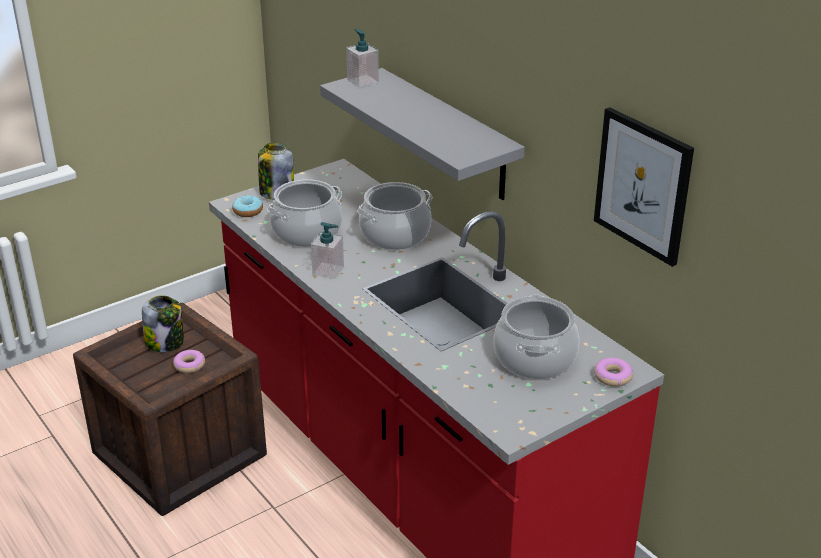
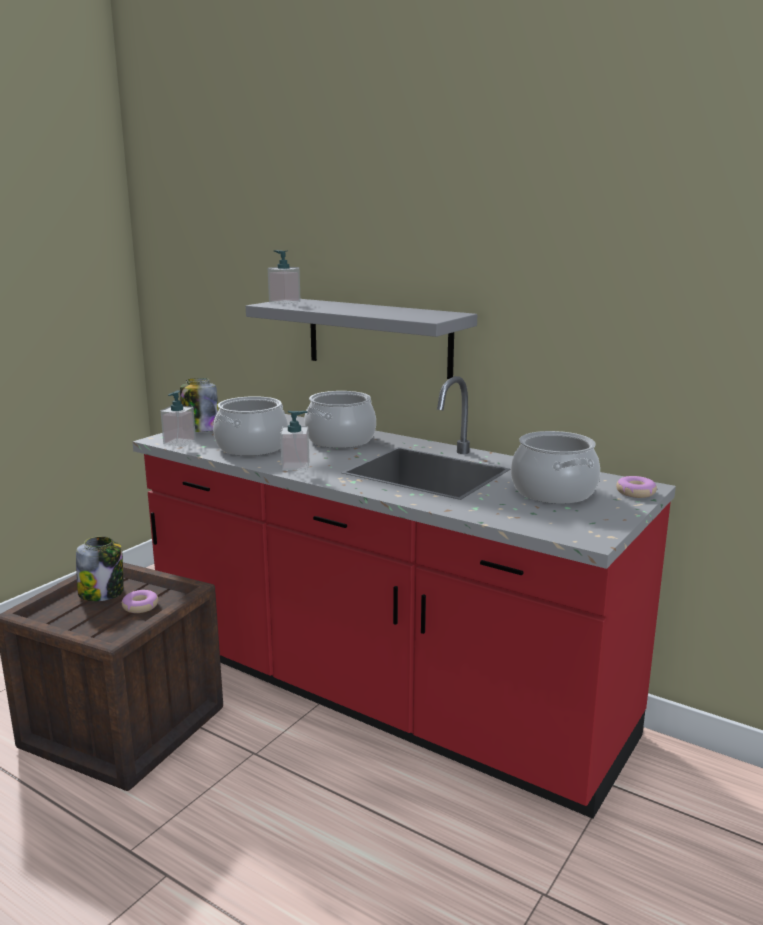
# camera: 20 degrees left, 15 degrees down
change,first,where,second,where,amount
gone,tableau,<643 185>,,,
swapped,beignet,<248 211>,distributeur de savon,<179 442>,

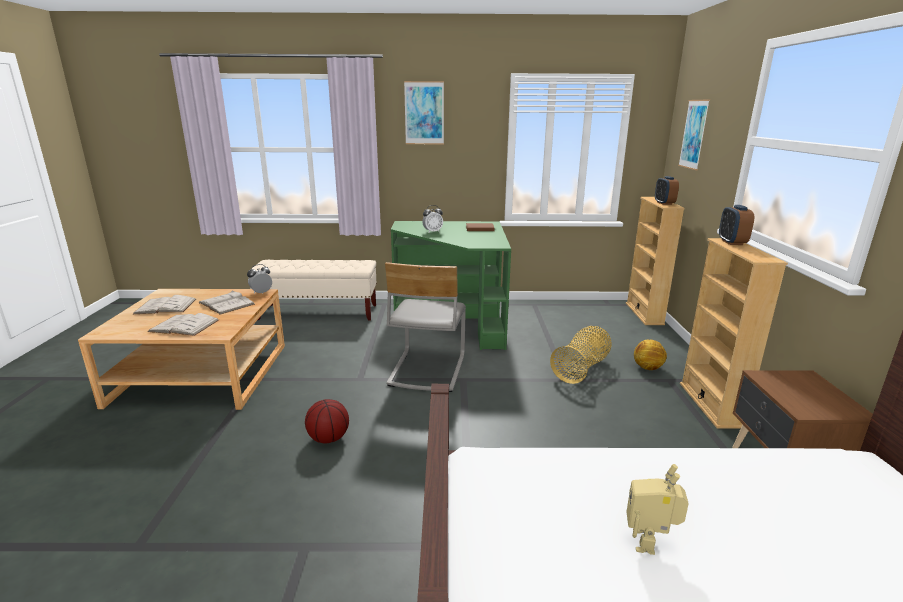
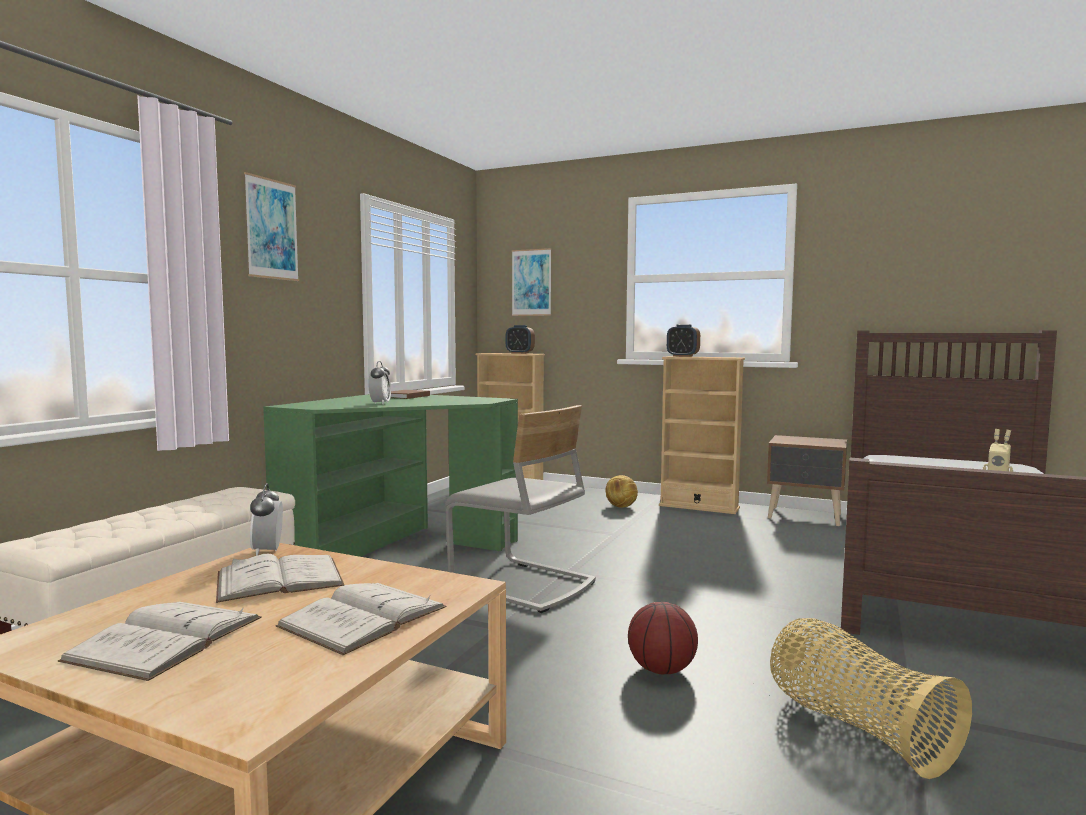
# camera: 65 degrees left, 15 degrees down
change,first,where,second,where,amount
shifted,panier,<581 368>,,<856 728>,

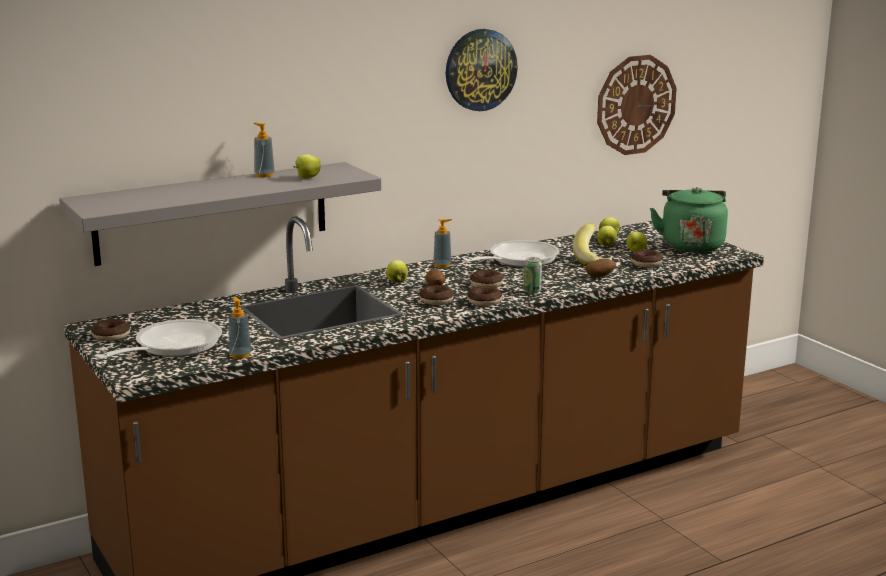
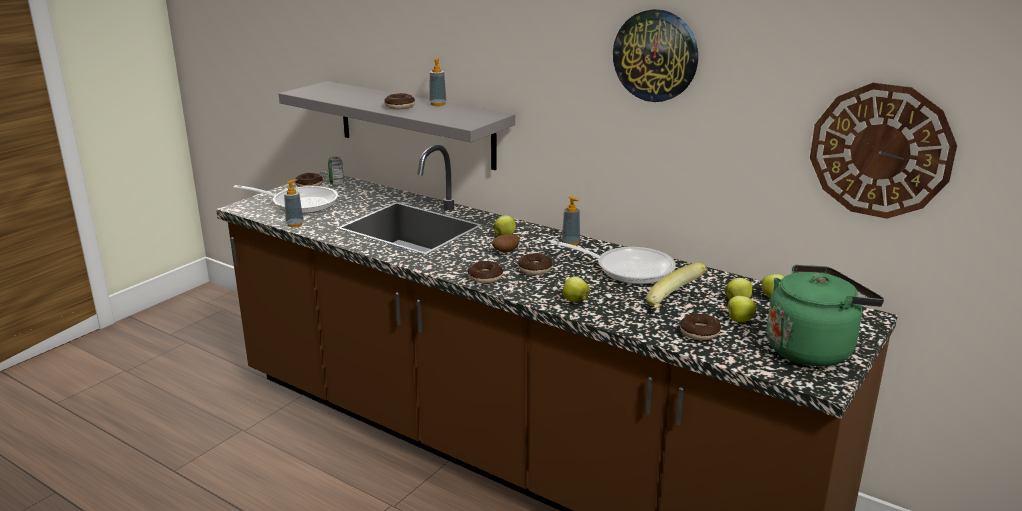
# camera: 65 degrees right, 5 degrees up
change,first,where,second,where,amount
gone,pomme de terre,<600 276>,,,
shifted,pomme,<307 178>,,<574 300>,
shifted,beignet,<436 301>,,<400 107>,
shifted,boîte métallique,<532 291>,,<337 184>,

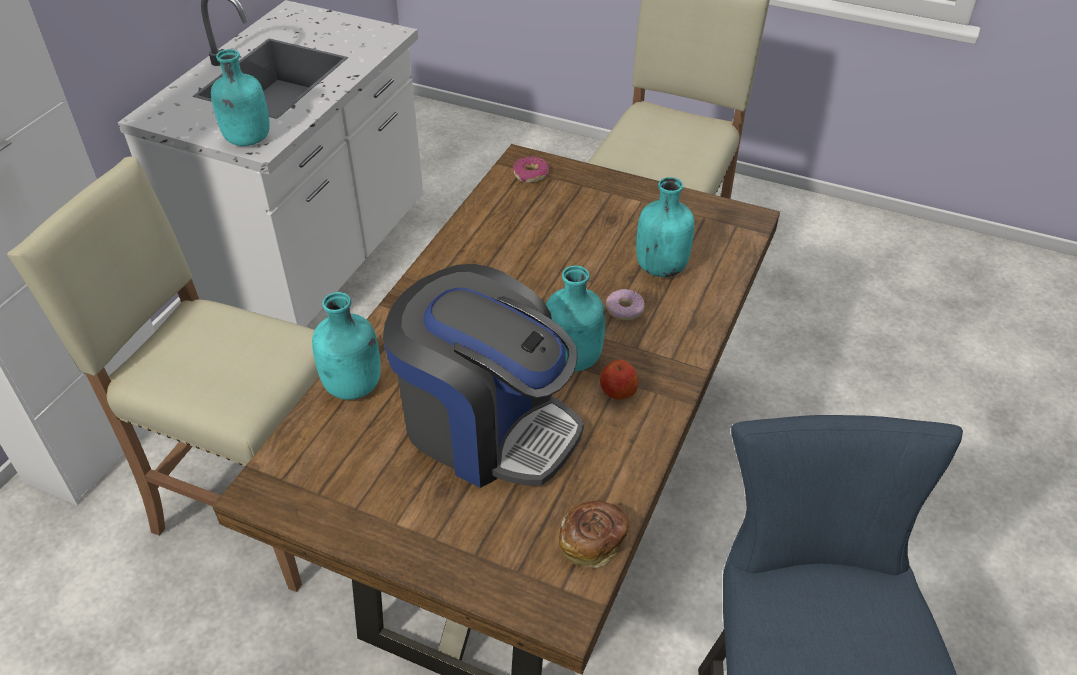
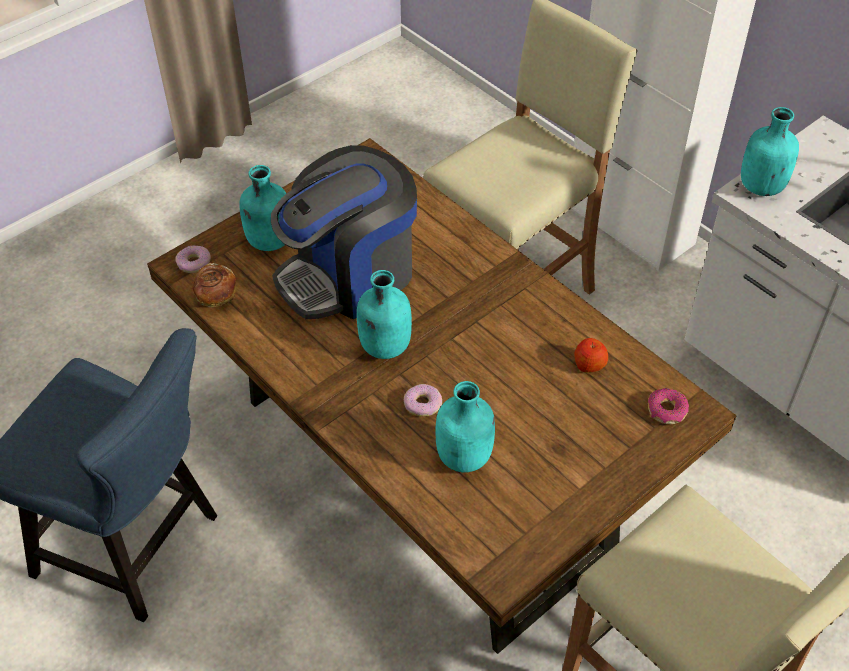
# camera: 115 degrees right, 5 degrees up
change,first,where,second,where,amount
new,,,beignet,<194 263>,
shifted,bouteille (turquoise),<354 387>,,<269 241>,
shifted,pomme,<617 391>,,<589 364>,

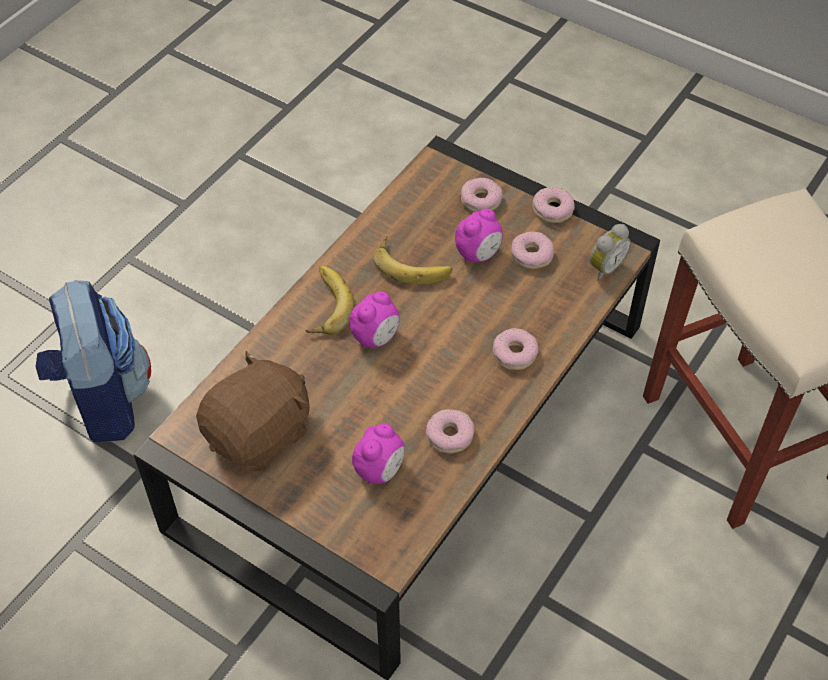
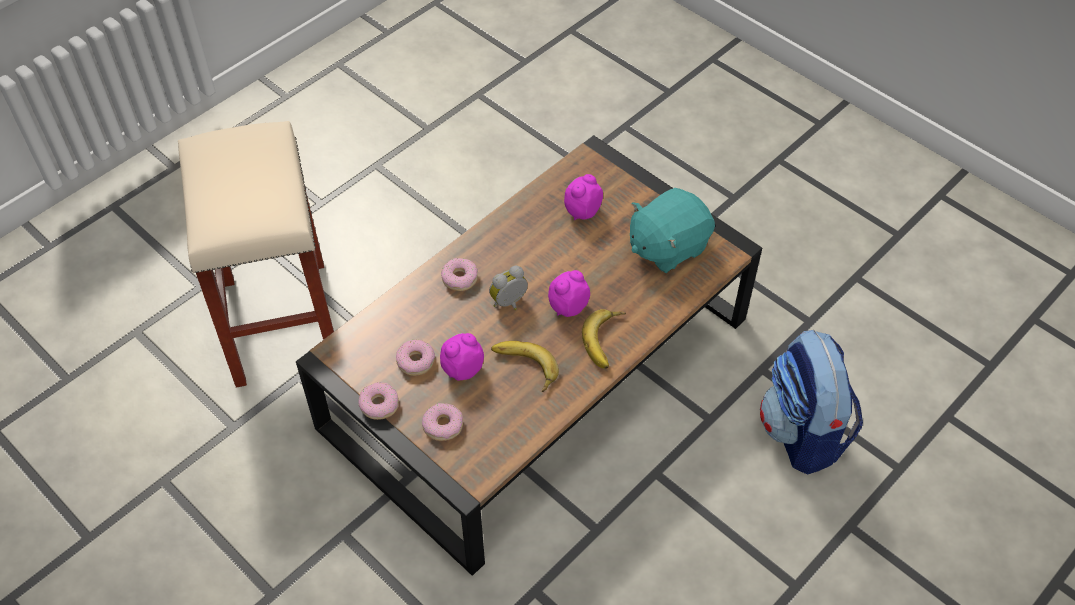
# camera: 170 degrees left, 0 degrees up
change,first,where,second,where,amount
gone,beignet,<449 435>,,,
shifted,réveil,<604 268>,,<510 303>,
repainted,peluche (marron),<260 434>,peluche (turquoise),<667 246>,

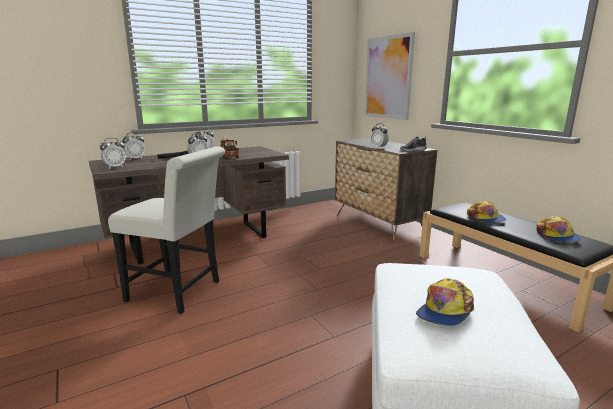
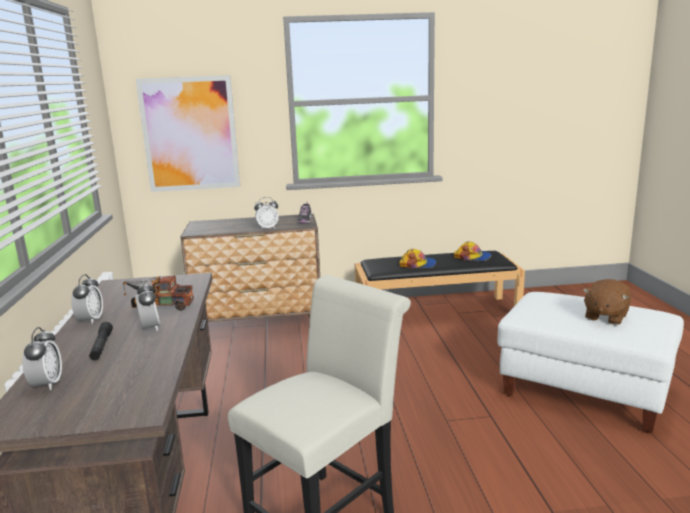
# camera: 65 degrees left, 0 degrees up
change,first,where,second,where,amount
gone,réveil,<115 167>,,,
swapped,casquette,<445 311>,peluche (marron),<605 316>,

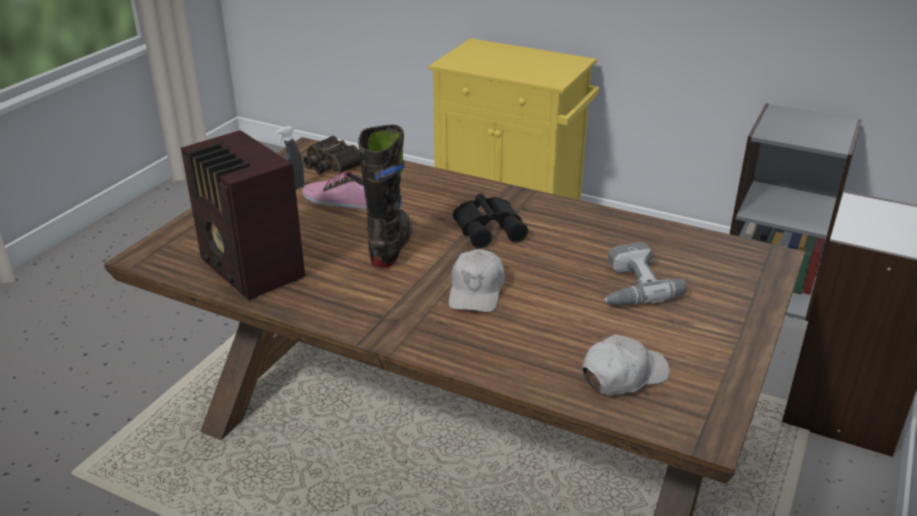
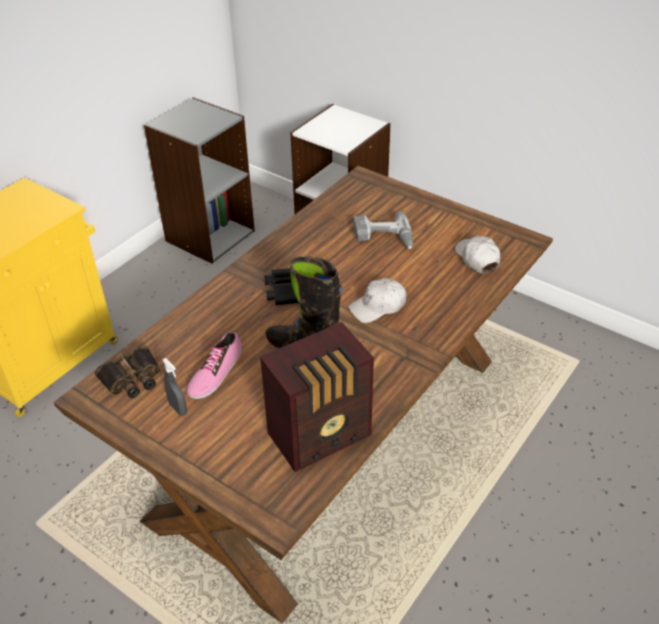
# camera: 80 degrees left, 10 degrees up
change,first,where,second,where,amount
rotated,casquette (blanc),<476 291>,,<378 307>,135 degrees clockwise

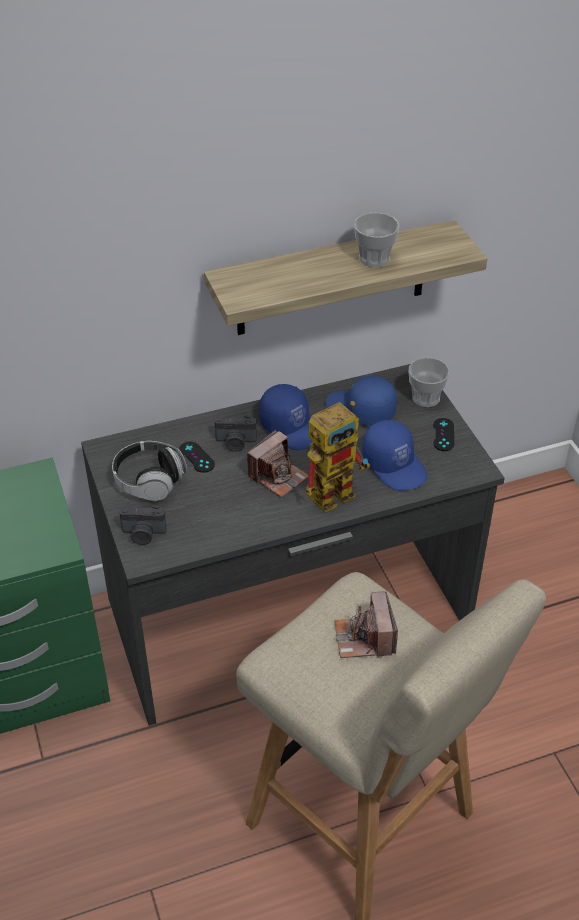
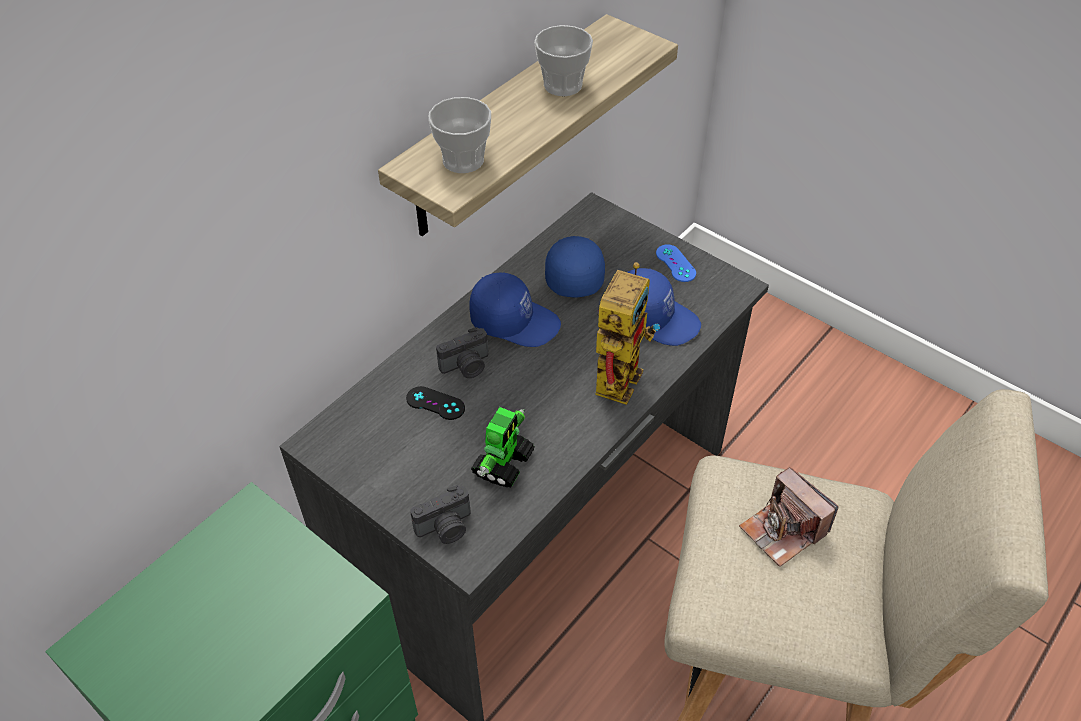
# camera: 30 degrees left, 5 degrees up
change,first,where,second,where,amount
gone,casque audio,<149 481>,,,
gone,appareil photo,<278 476>,,,
new,,,robot jouet,<503 463>,
shifted,tasse,<426 398>,,<463 160>,
repainted,manette (noir),<443 435>,manette (bleu),<675 263>,
rotated,casquette (bleu),<360 410>,,<572 272>,90 degrees clockwise

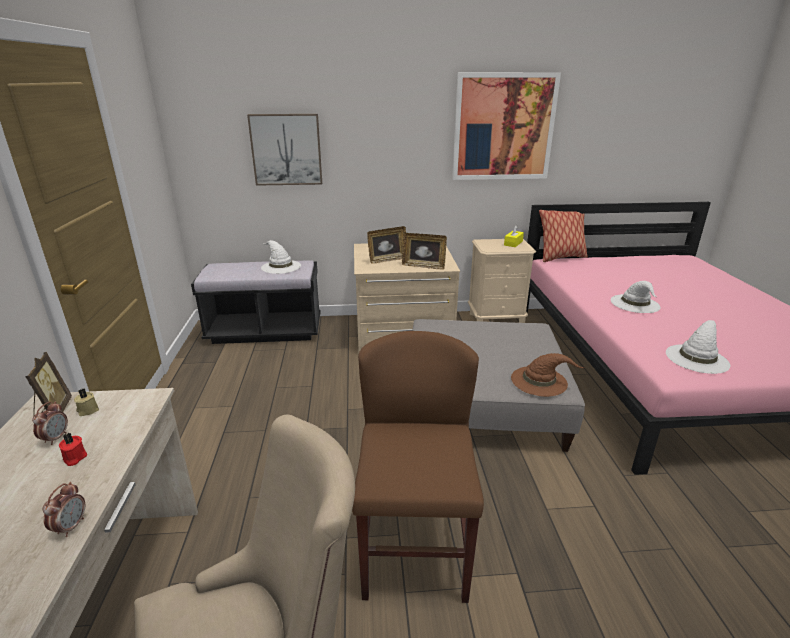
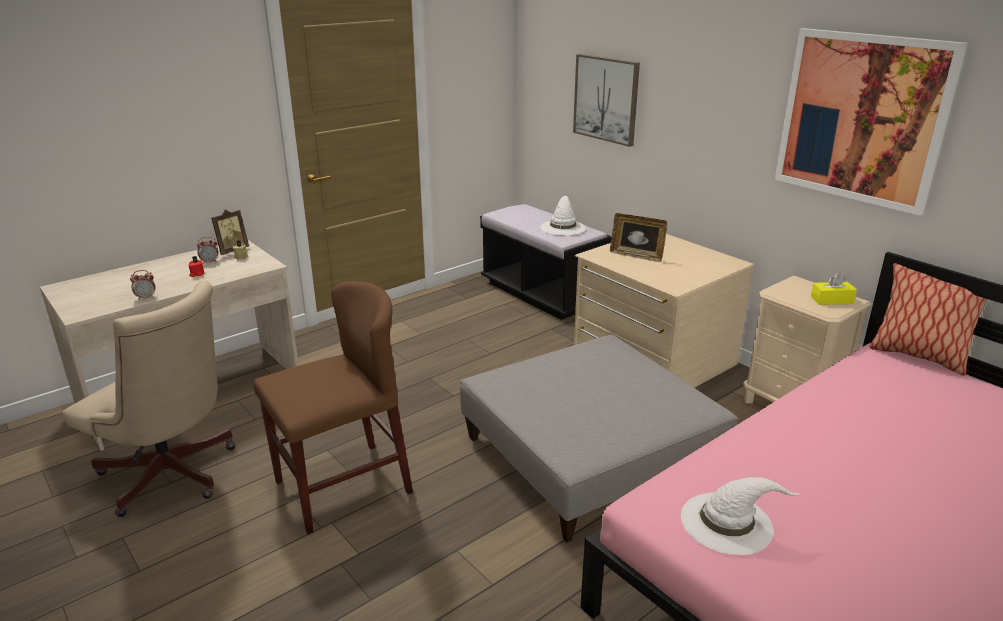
# camera: 55 degrees right, 0 degrees up
change,first,where,second,where,amount
gone,cadre photo,<423 266>,,,
gone,chapeau (marron),<540 381>,,,
gone,chapeau (blanc),<635 304>,,,

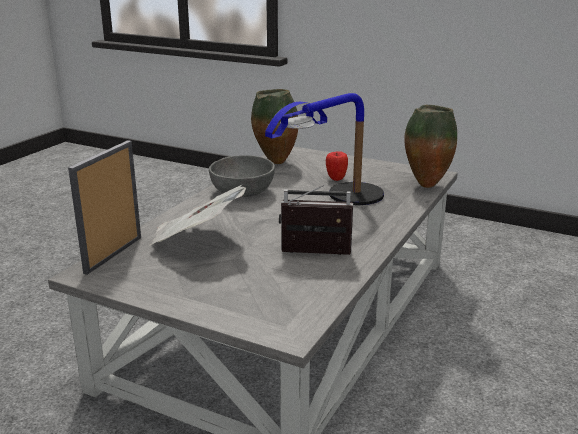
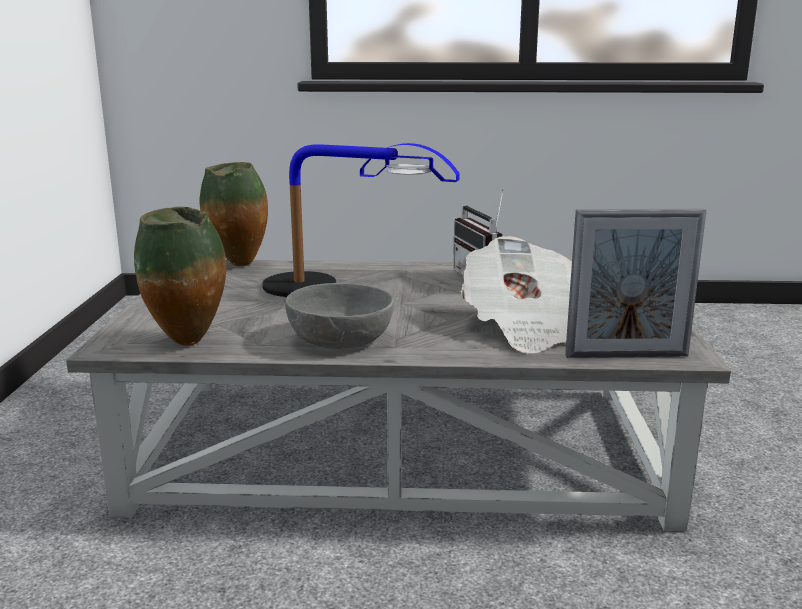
# camera: 115 degrees left, 5 degrees down
change,first,where,second,where,amount
gone,pomme,<336 178>,,,

